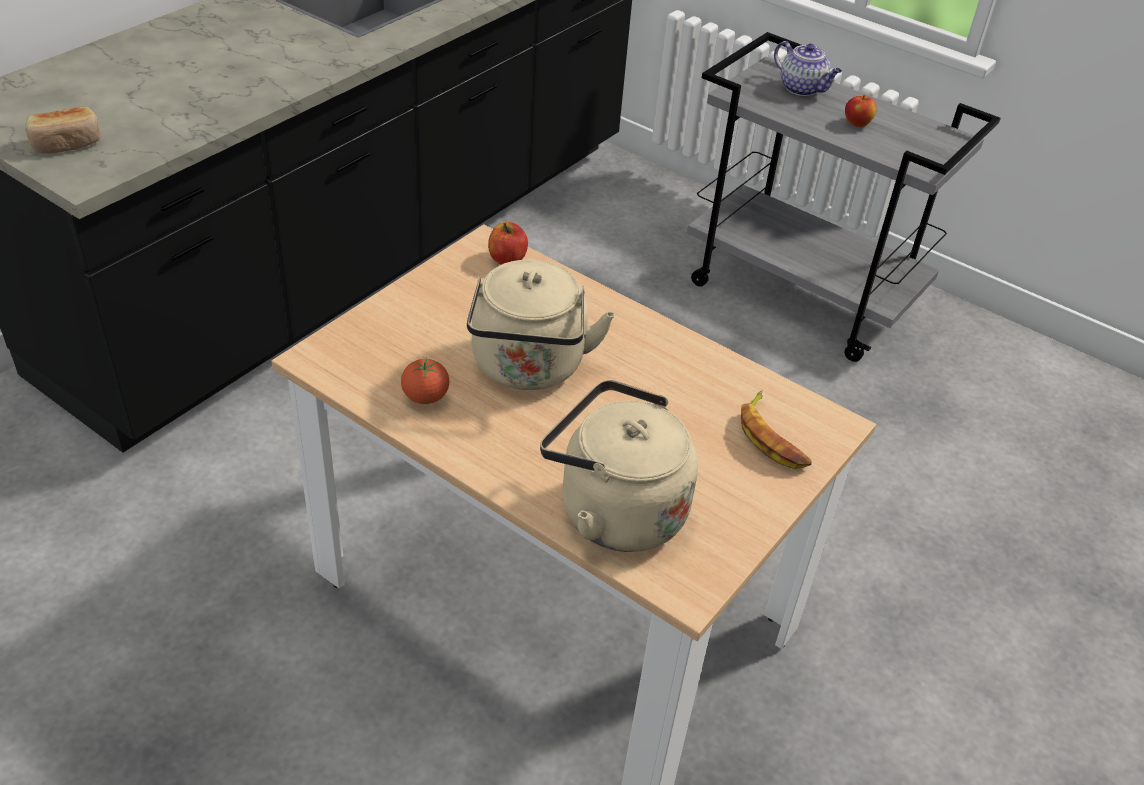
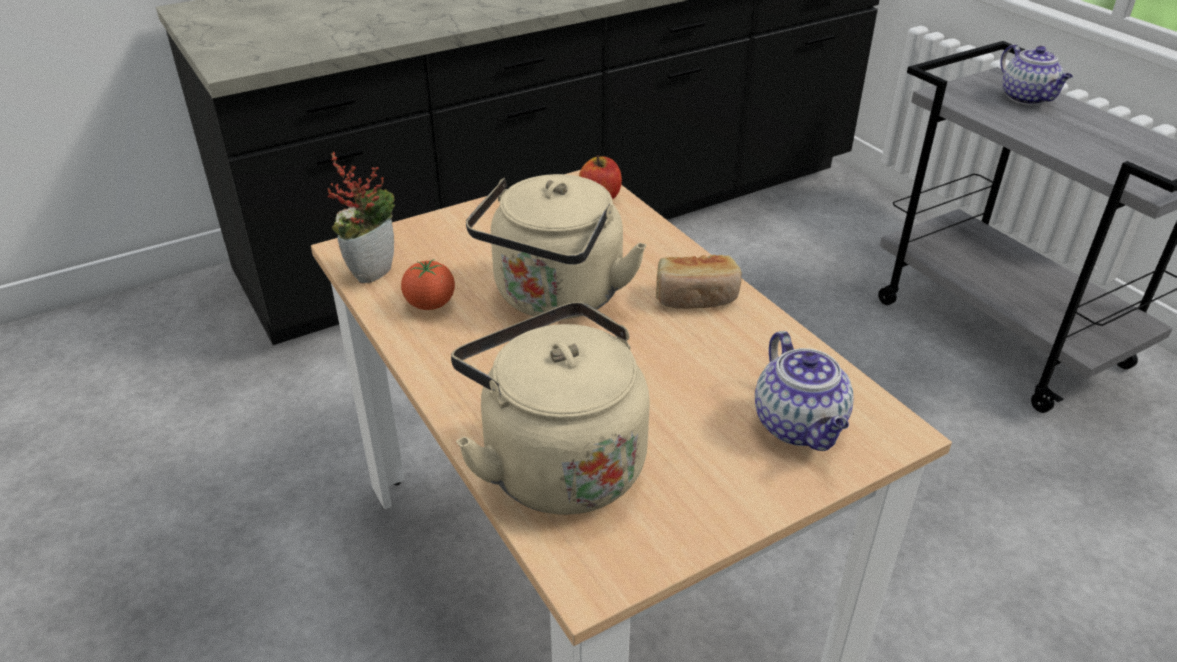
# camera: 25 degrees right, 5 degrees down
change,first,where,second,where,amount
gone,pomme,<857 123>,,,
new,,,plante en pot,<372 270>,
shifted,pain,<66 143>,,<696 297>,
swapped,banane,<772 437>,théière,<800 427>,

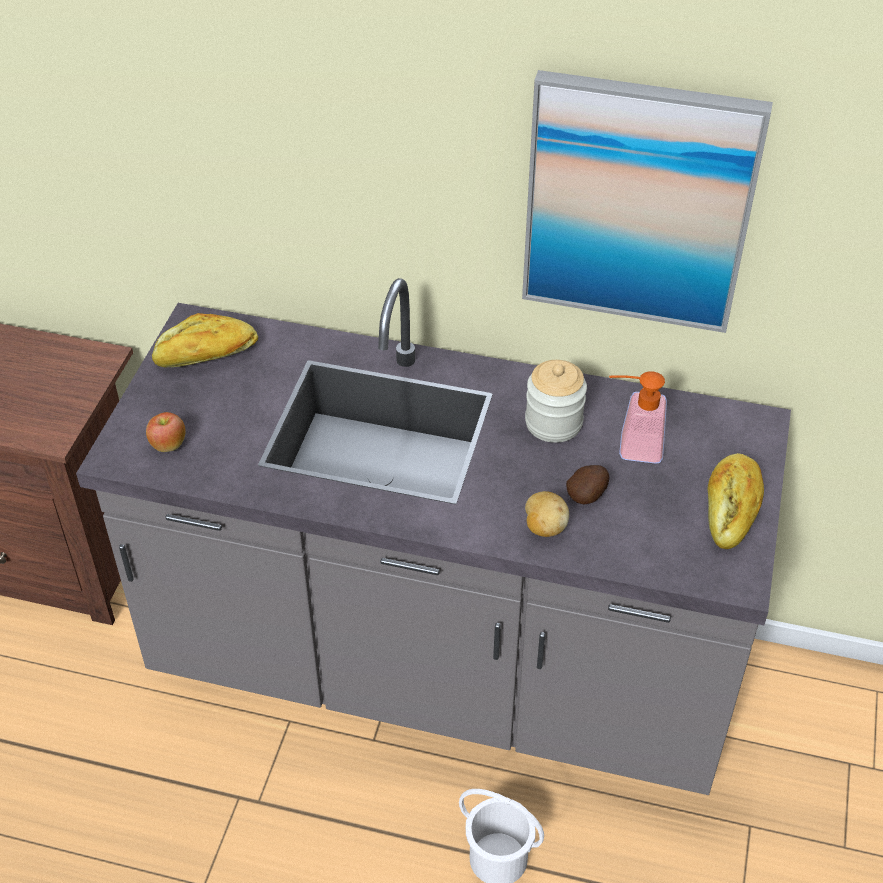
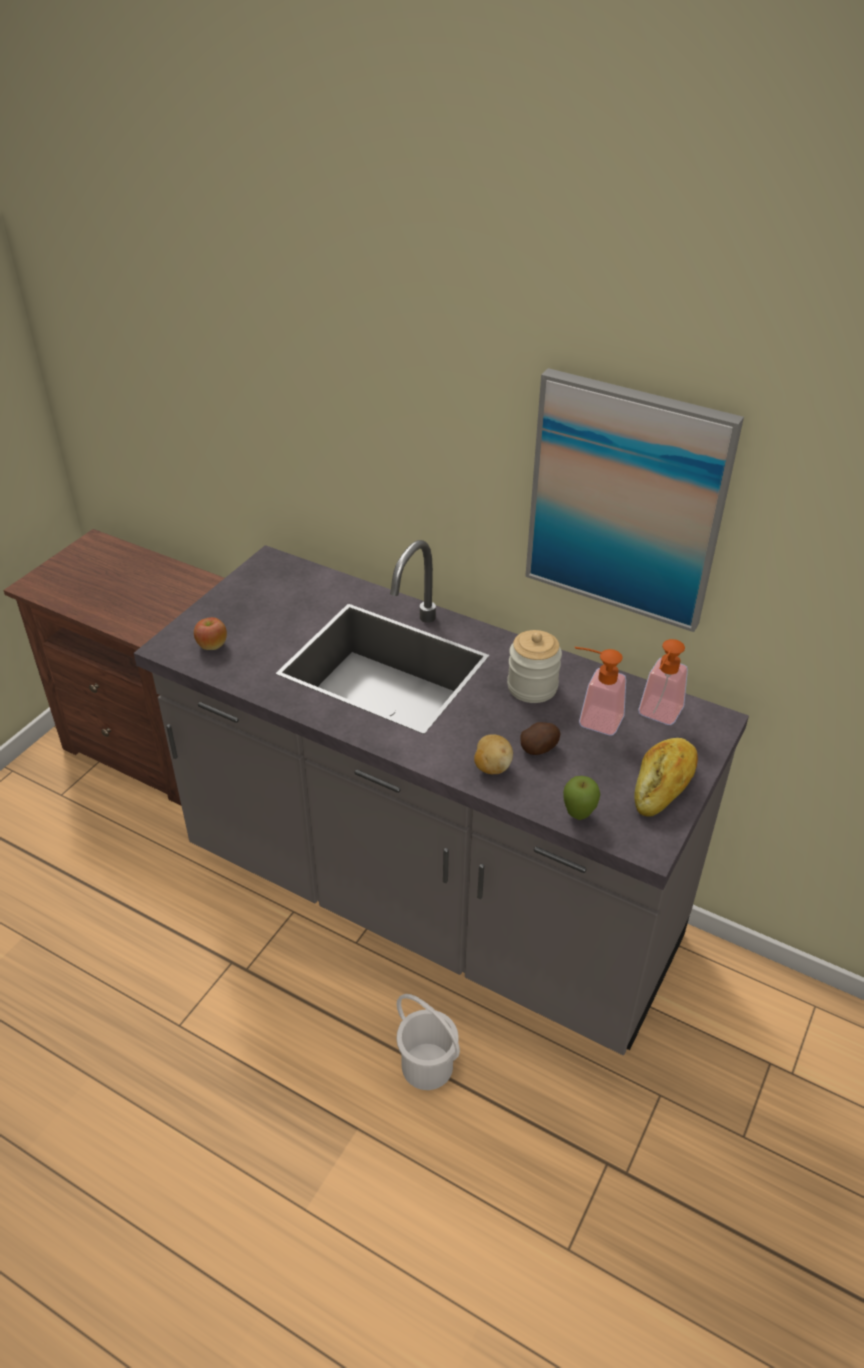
# camera: 15 degrees right, 5 degrees down
change,first,where,second,where,amount
gone,pain,<206 355>,,,
new,,,pomme,<578 815>,
new,,,distributeur de savon,<657 716>,

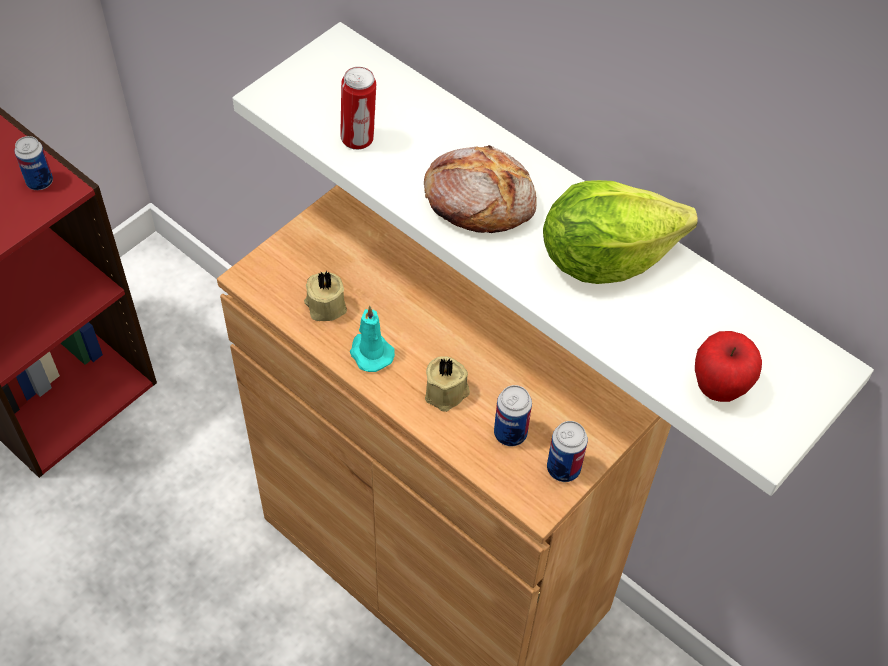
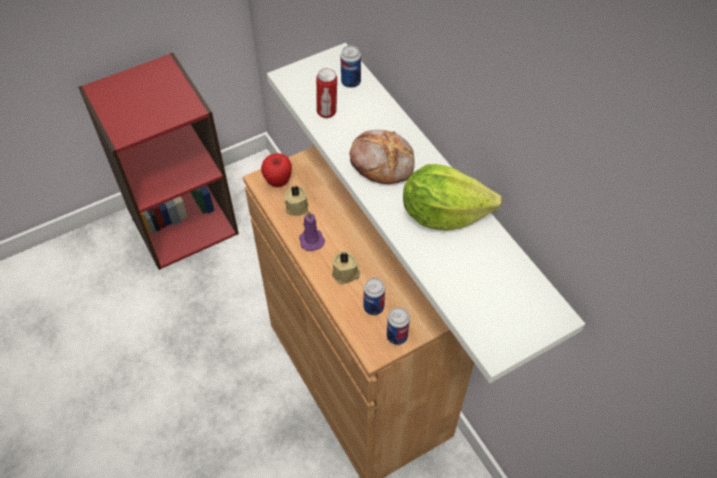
# camera: 20 degrees right, 0 degrees up
change,first,where,second,where,amount
shifted,boîte métallique,<40 182>,,<351 82>,
shifted,pomme,<719 388>,,<278 181>,
repainted,bougie (turquoise),<370 352>,bougie (violet),<311 239>,

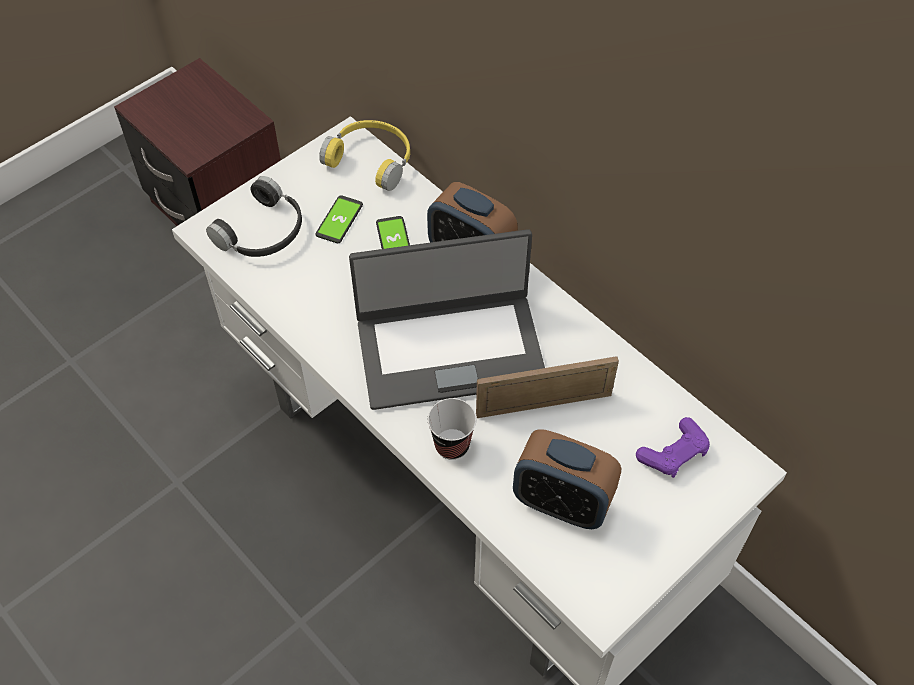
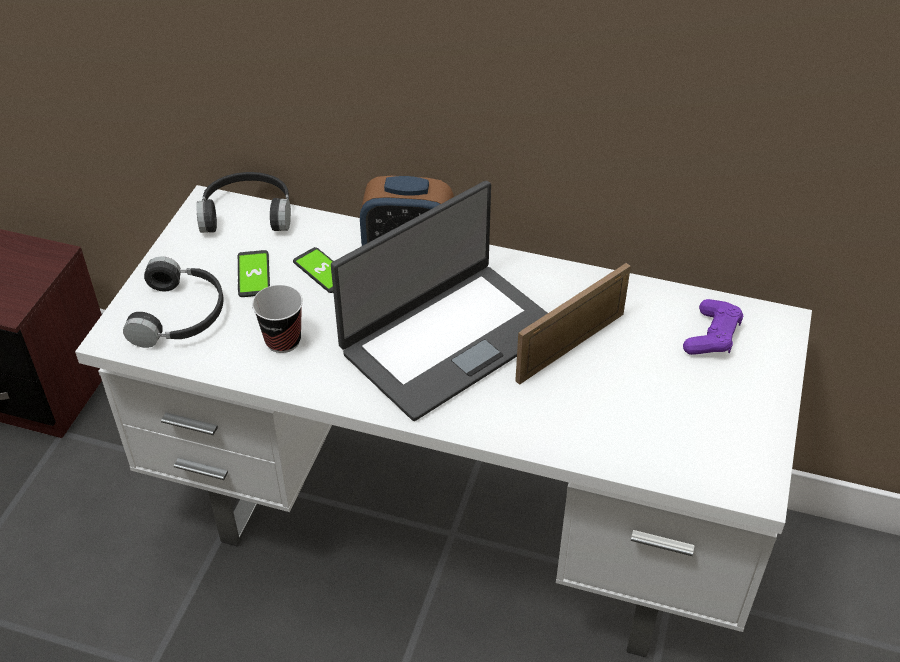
# camera: 30 degrees left, 10 degrees down
change,first,where,second,where,amount
gone,réveil,<561 502>,,,
shifted,tasse,<452 445>,,<283 340>,
repainted,casque audio (jaune),<372 159>,casque audio (noir),<247 212>,

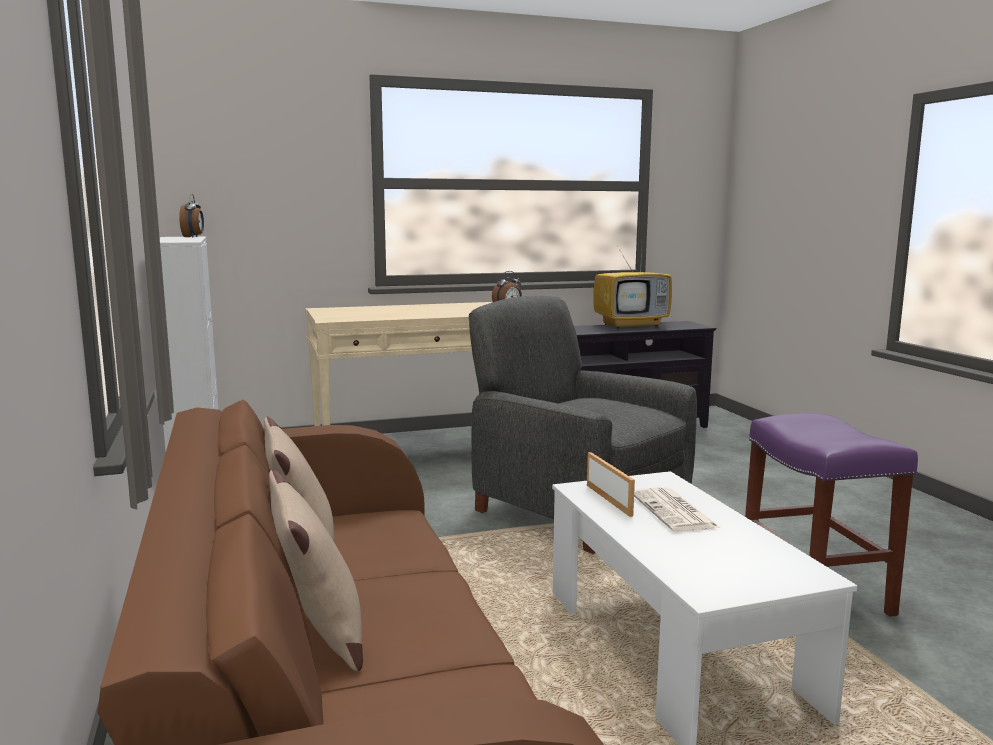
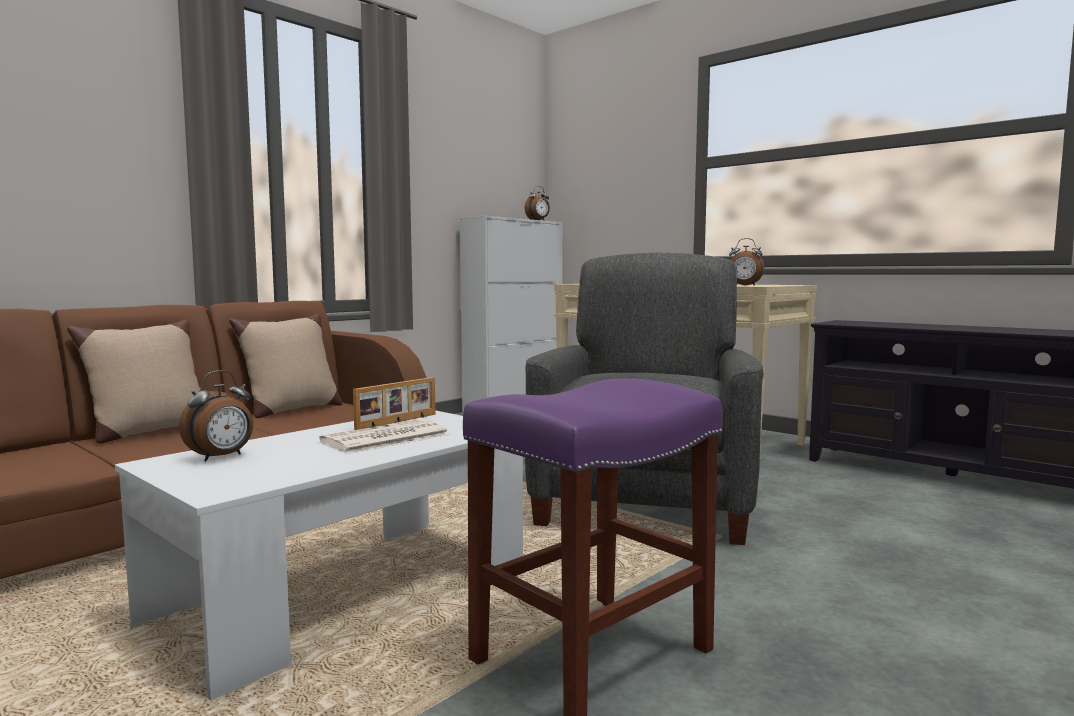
# camera: 60 degrees right, 5 degrees down
change,first,where,second,where,amount
gone,téléviseur,<632 325>,,,
new,,,réveil,<222 457>,

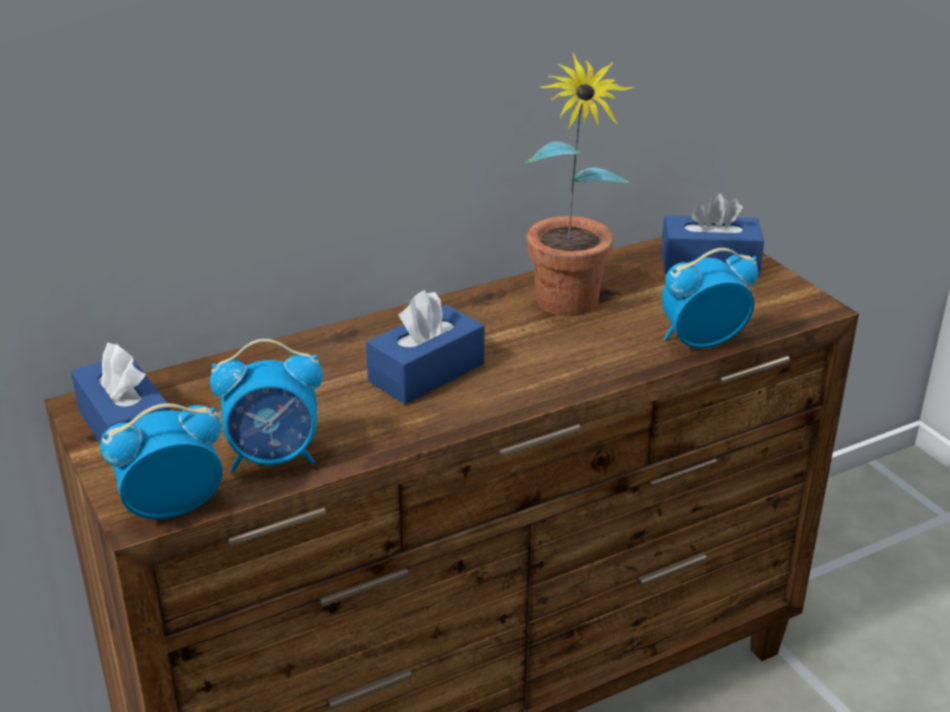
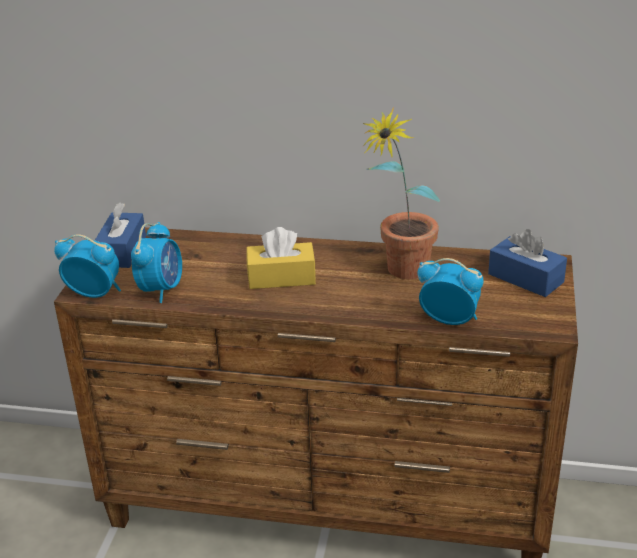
# camera: 40 degrees right, 0 degrees up
change,first,where,second,where,amount
repainted,boîte à mouchoirs (bleu),<426 373>,boîte à mouchoirs (jaune),<281 277>,
rotated,réveil,<274 457>,,<161 289>,105 degrees counterclockwise

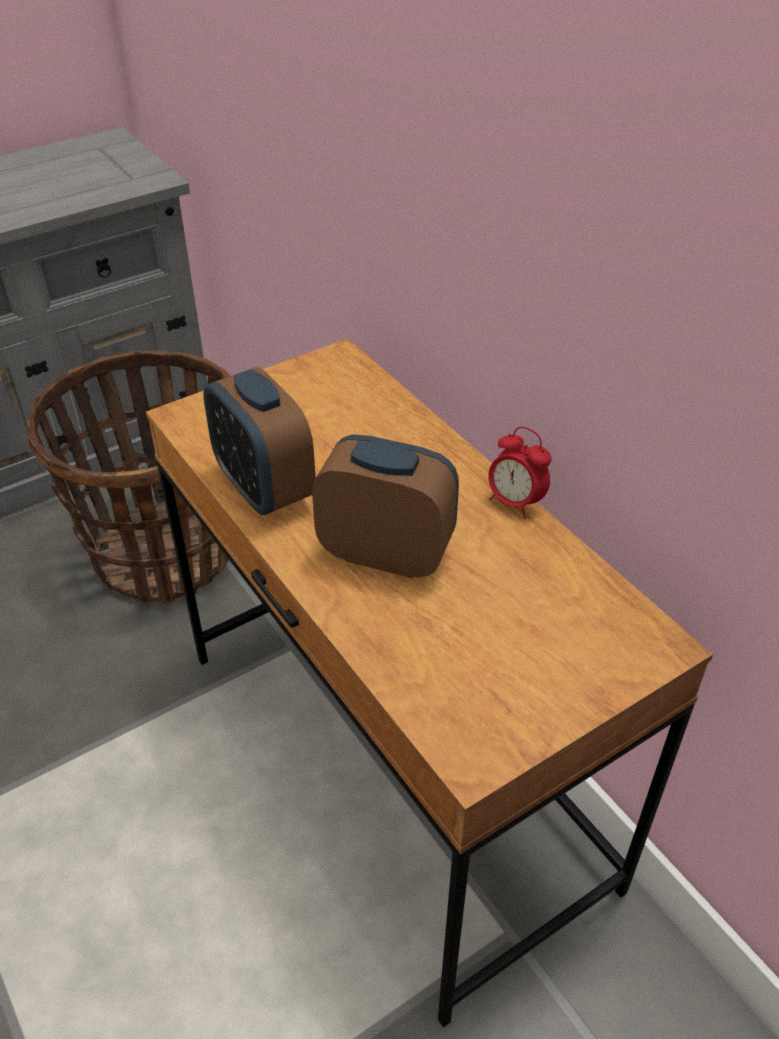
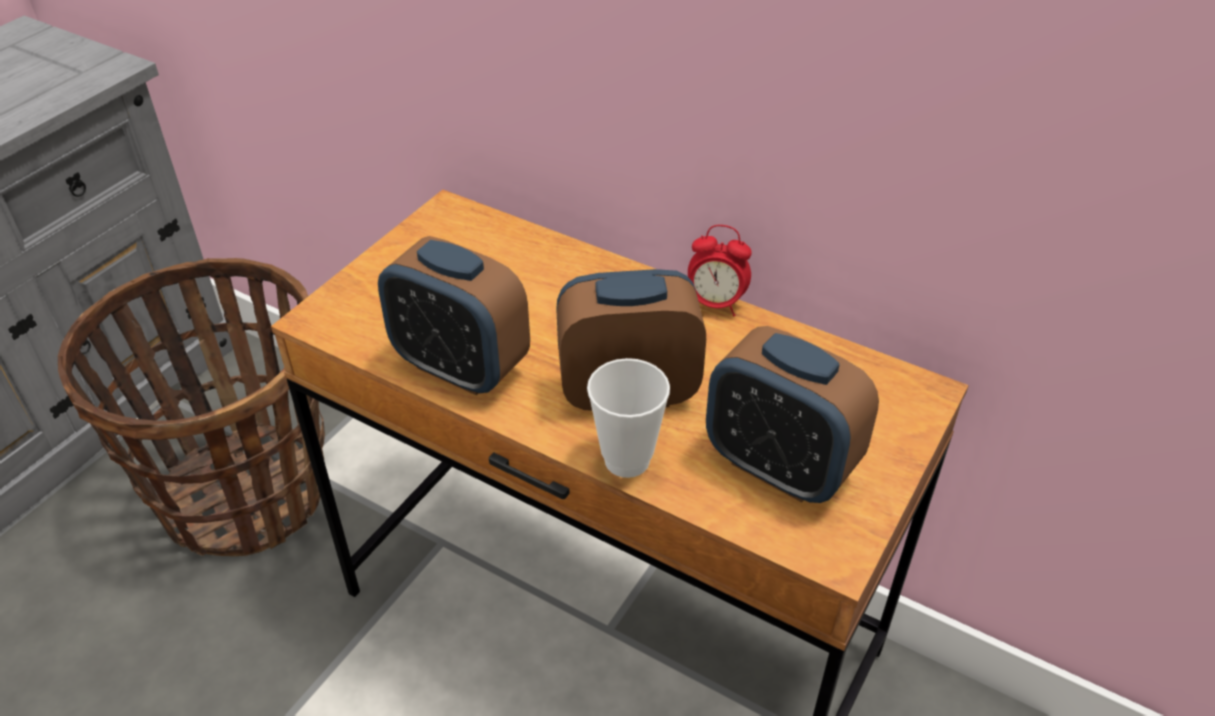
# camera: 25 degrees left, 0 degrees up
change,first,where,second,where,amount
new,,,tasse,<627 460>,
new,,,réveil,<779 467>,

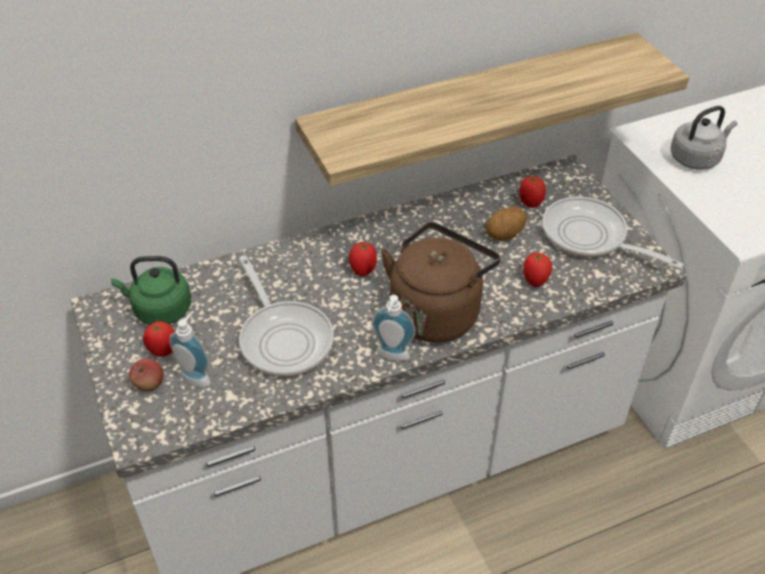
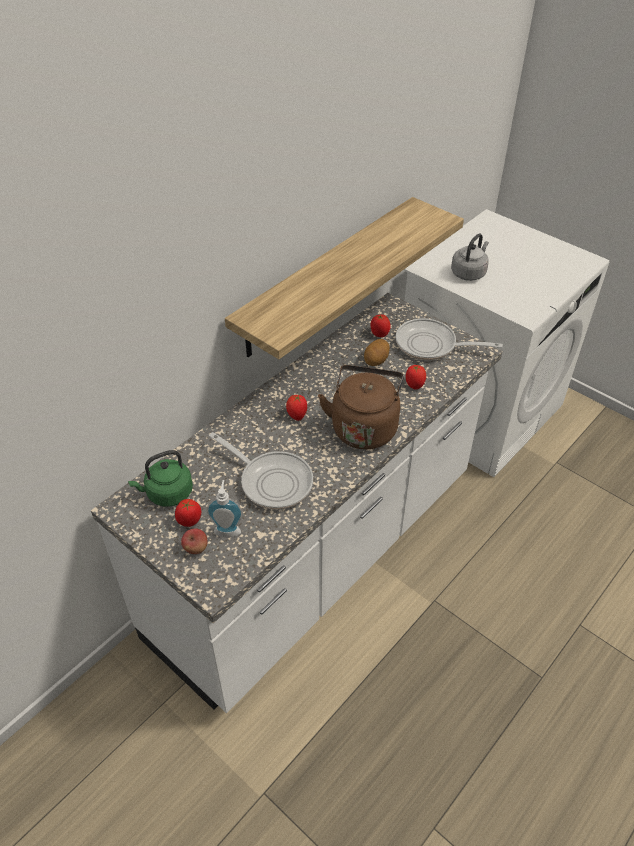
# camera: 25 degrees left, 0 degrees up
change,first,where,second,where,amount
gone,distributeur de savon,<392 357>,,,

